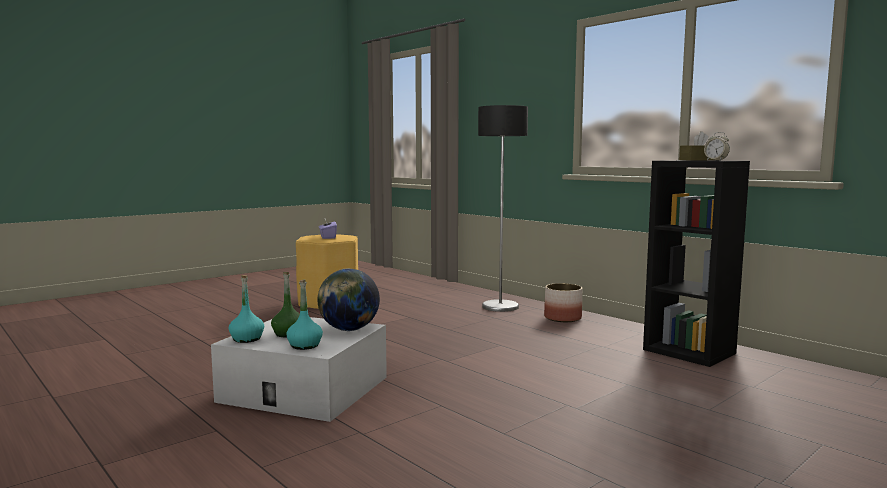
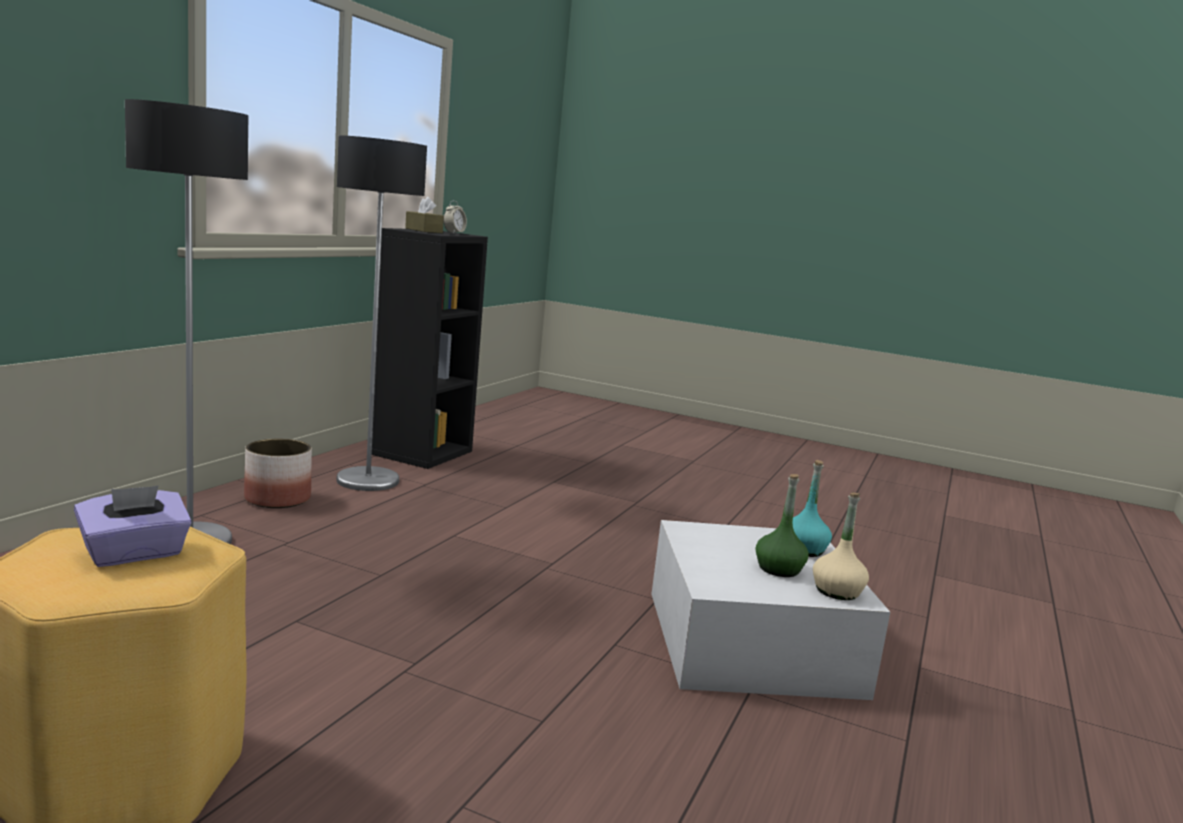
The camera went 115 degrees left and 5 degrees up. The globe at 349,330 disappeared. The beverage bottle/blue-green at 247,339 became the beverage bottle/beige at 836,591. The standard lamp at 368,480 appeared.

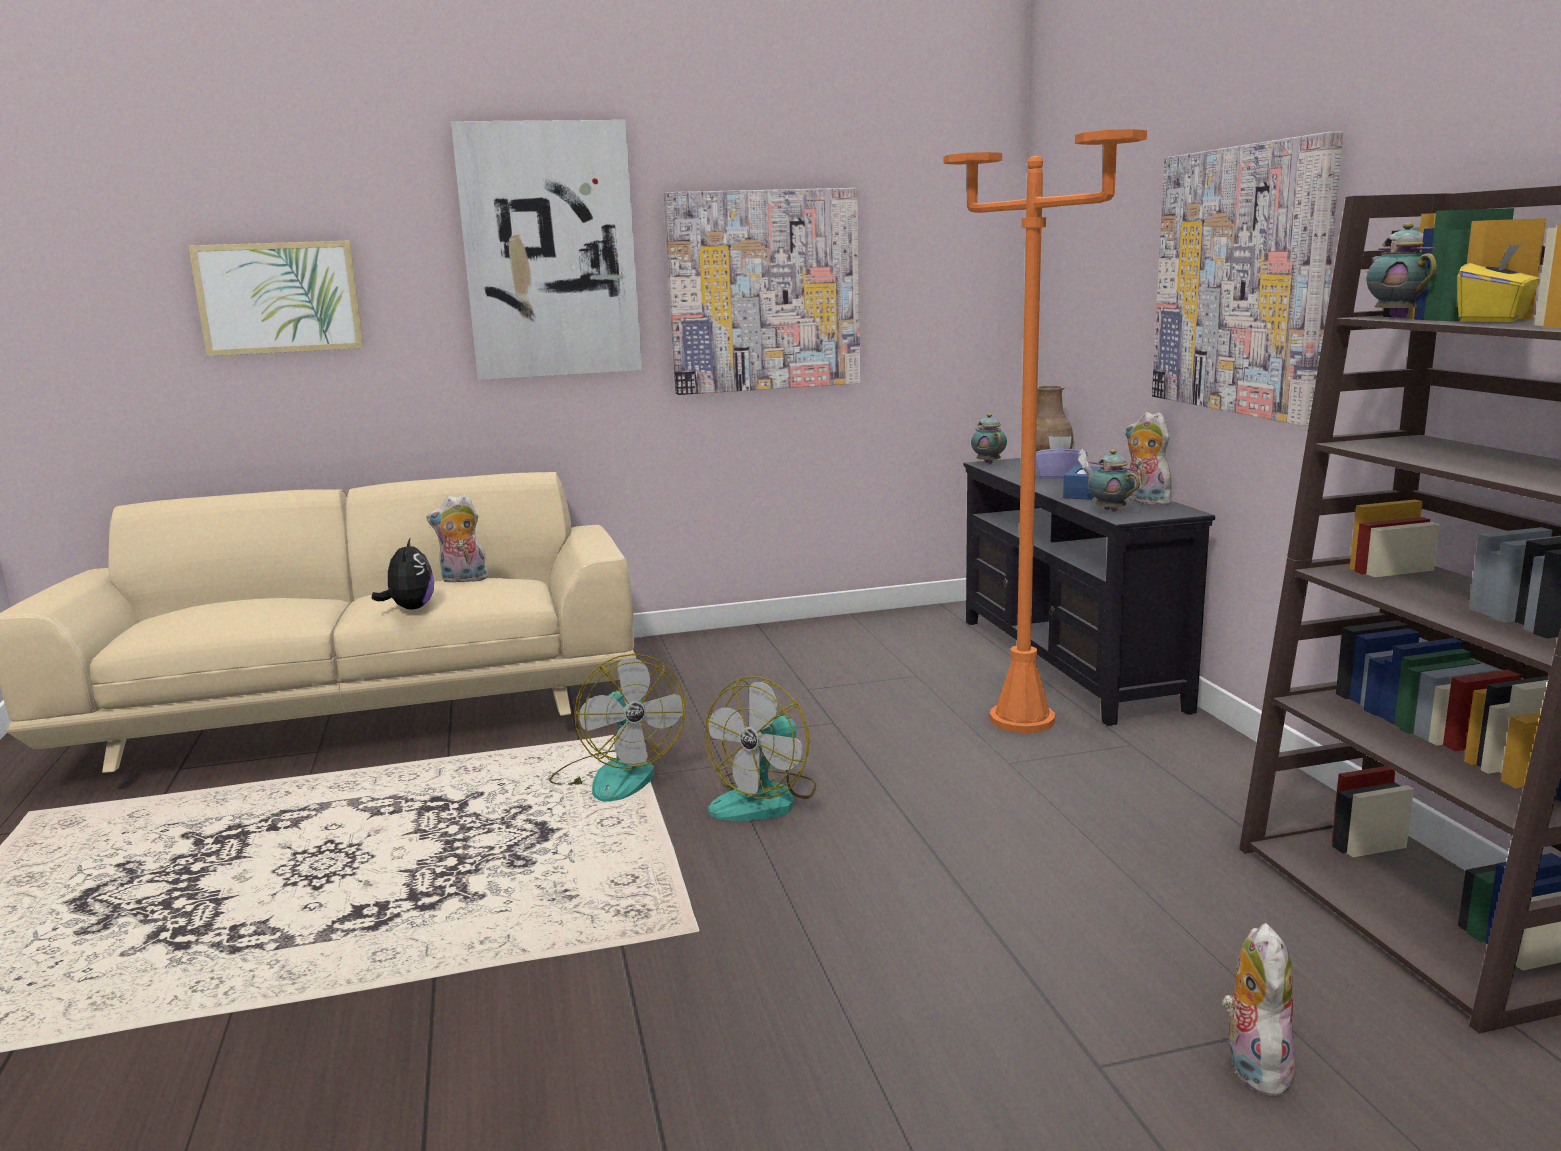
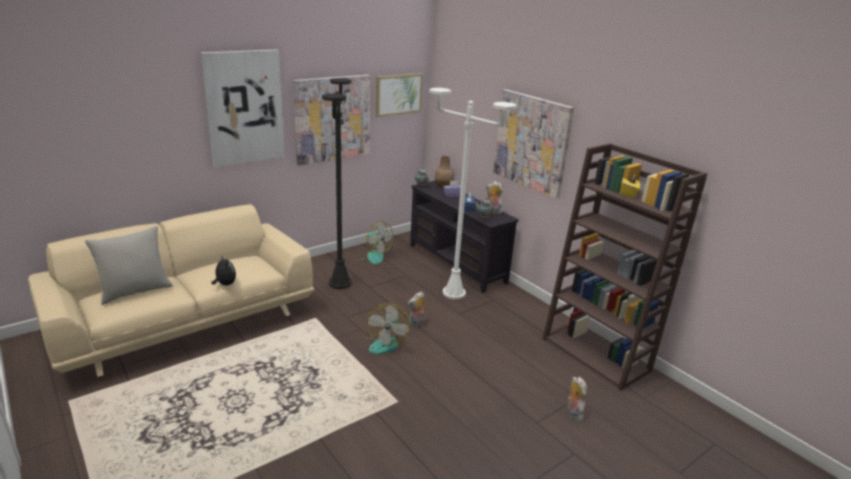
The camera went 25 degrees left and 10 degrees up. The standard lamp/orangey at 1021,719 became the standard lamp/white-coloured at 453,293. The teapot at 1396,317 disappeared. The wall art moved from 279,297 to 398,94. The plush toy moved from 463,580 to 416,323. The fan moved from 616,775 to 371,256. The standard lamp/black at 340,283 appeared. The cushion/gray at 135,291 appeared.

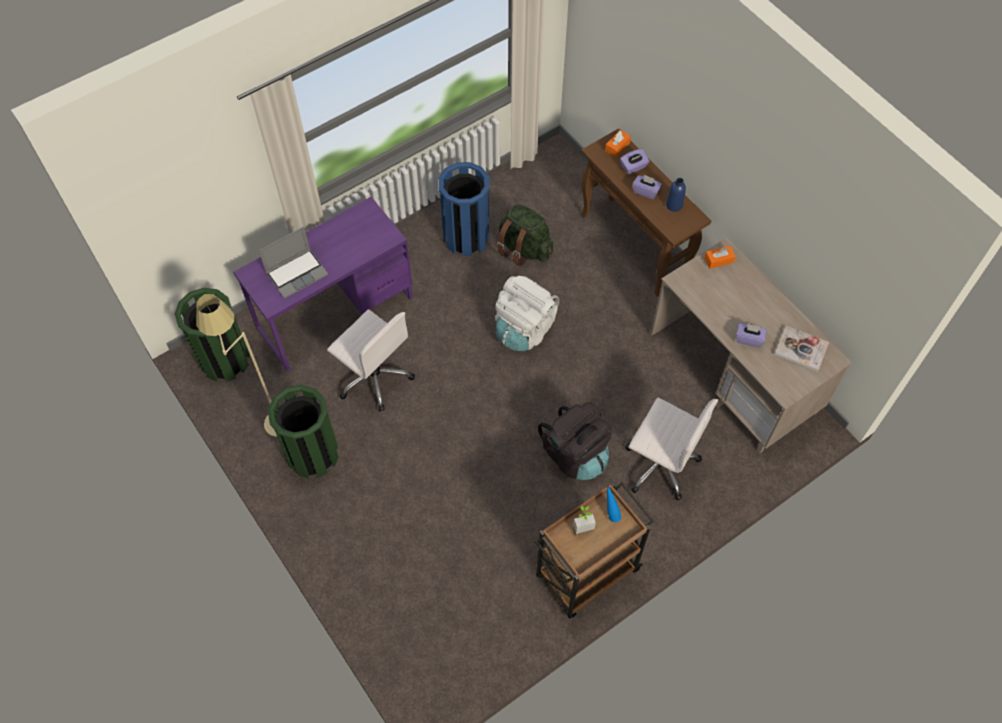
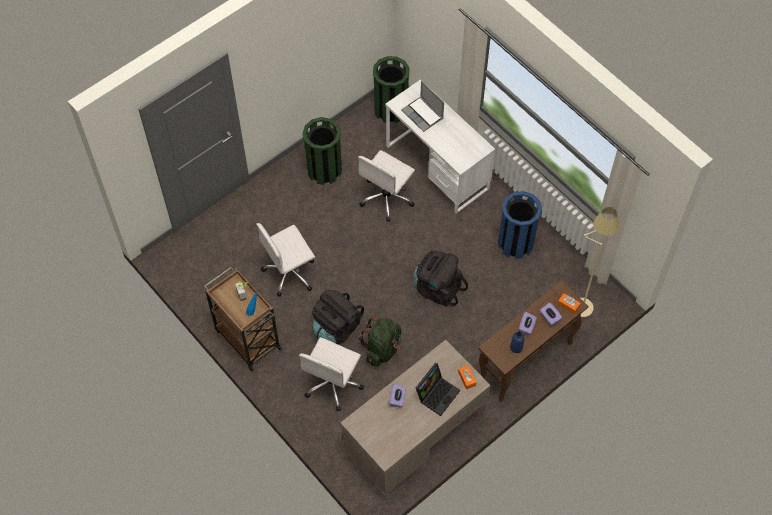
The camera went 85 degrees right and 0 degrees up. The desk unit/purplish at 335,312 became the desk unit/white-coloured at 437,167. The rucksack/green-coloured moved from 524,249 to 382,348. The rucksack/white-coloured at 524,329 became the rucksack/black at 437,288. The standard lamp/beige moved from 266,419 to 584,298. The volume at 801,349 disappeared. The office chair/white-coloured at 290,273 appeared. The portable computer at 437,393 appeared.

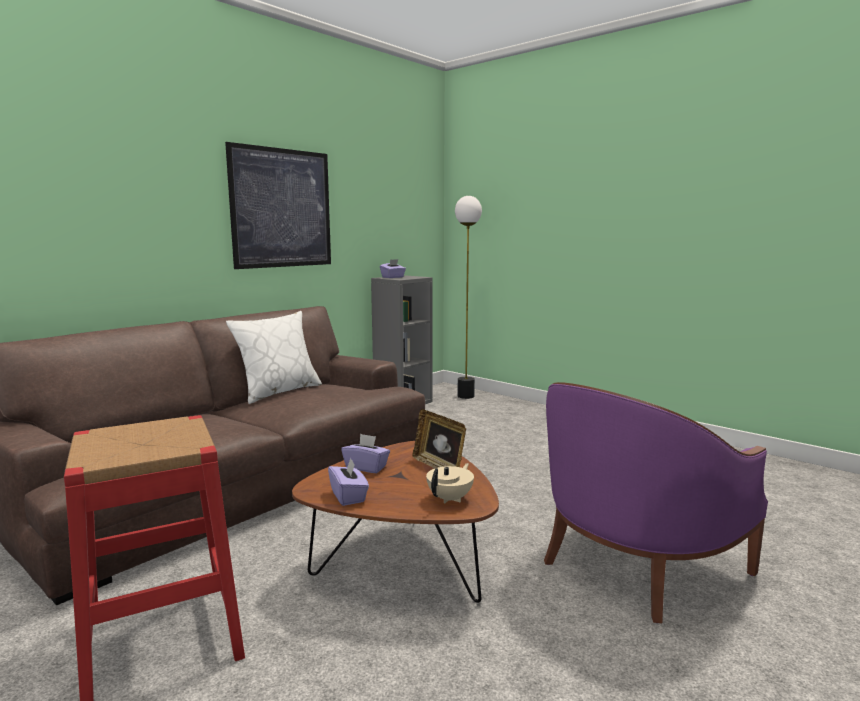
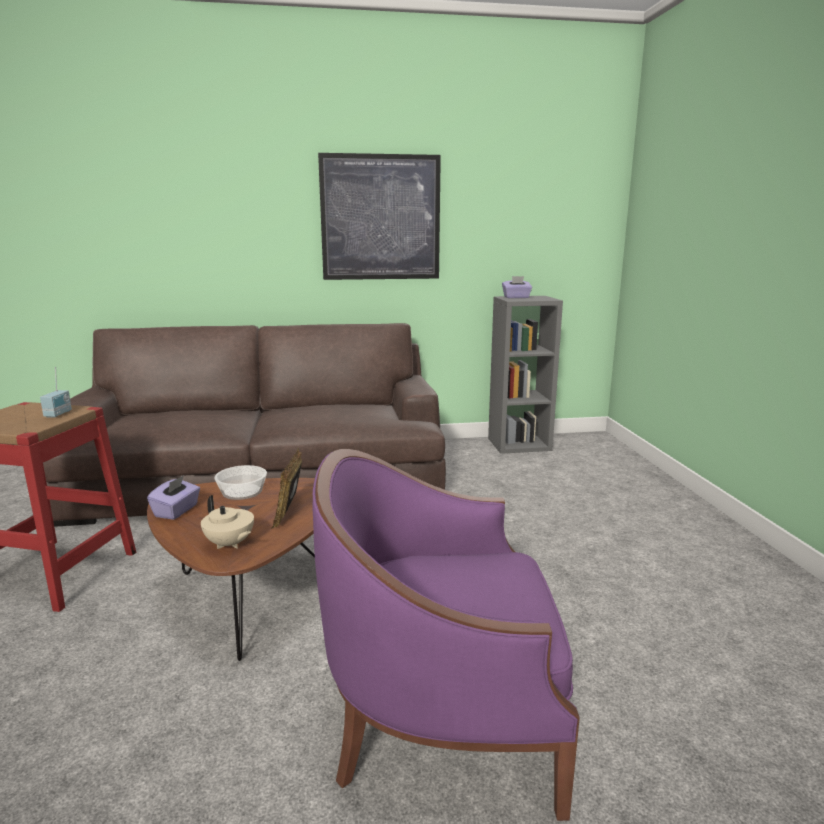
The camera went 40 degrees right and 5 degrees up. The standard lamp at 466,396 disappeared. The cushion/white-coloured at 278,391 disappeared. The box of tissues/purplish at 366,467 was replaced by the serving bowl at 242,491. The teapot/beige at 450,498 turned 60 degrees clockwise. The radio at 59,414 appeared.

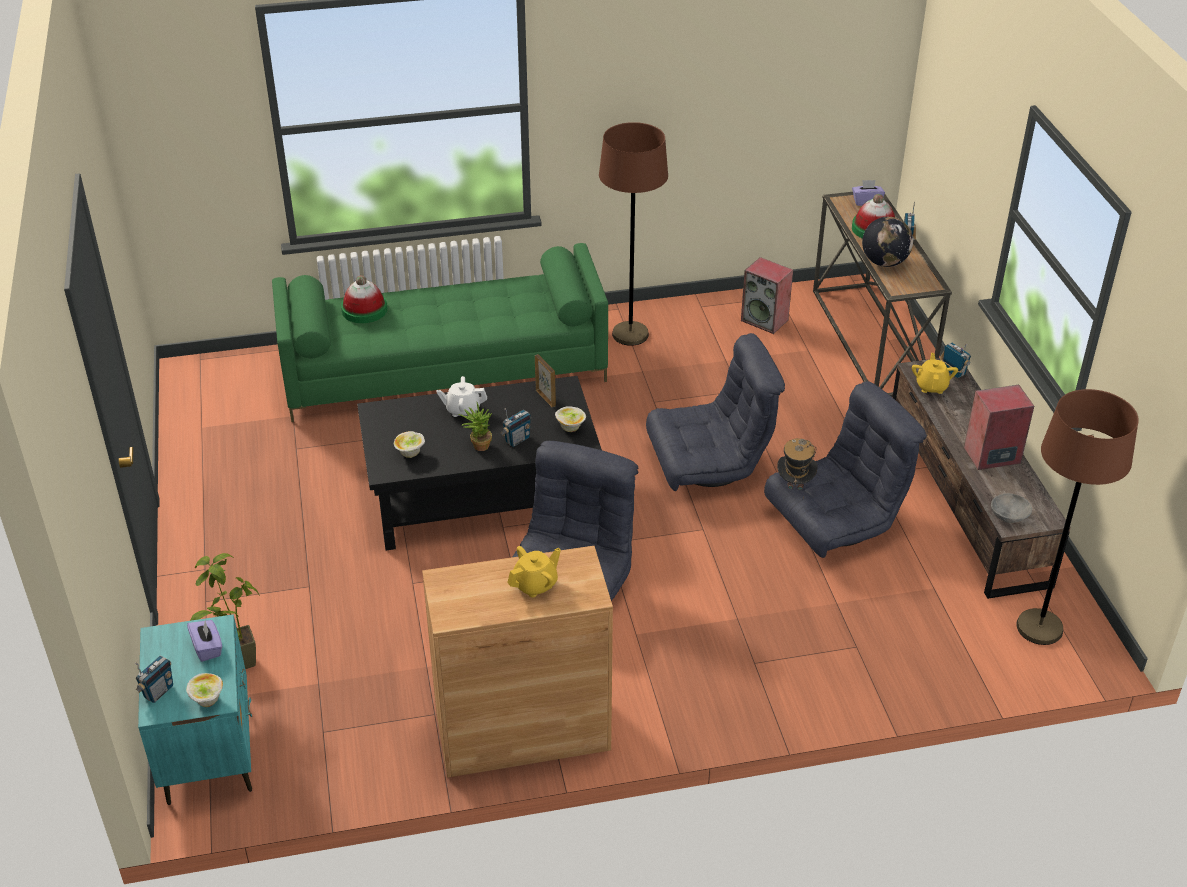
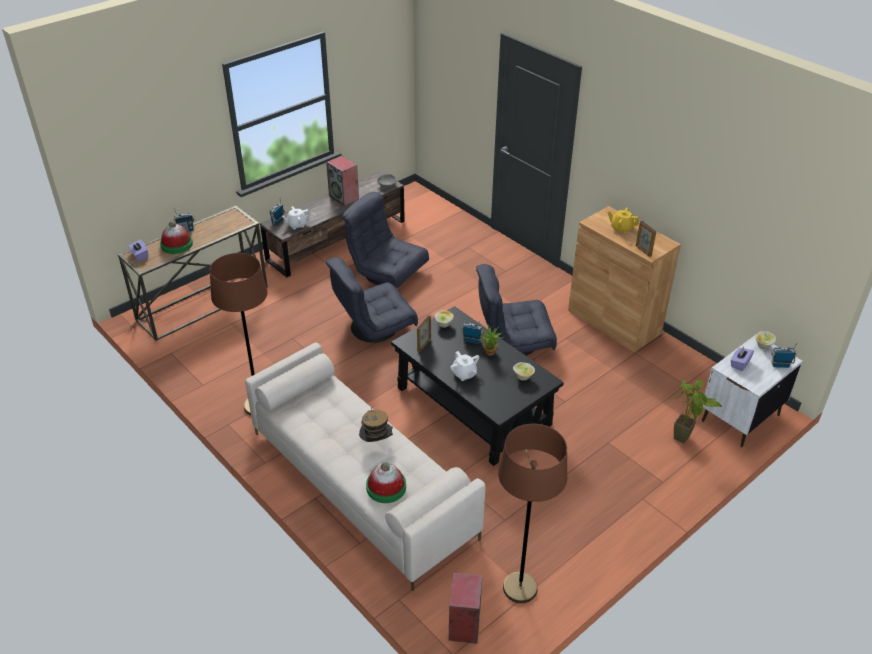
The camera went 120 degrees left and 0 degrees up. The globe at 884,262 disappeared. The couch/green-coloured at 445,369 became the couch/beige at 360,484. The speaker moved from 765,320 to 463,624. The lounge chair/gray at 709,465 turned 75 degrees counterclockwise. The teapot/yellowish at 931,386 became the teapot/white-coloured at 297,225. The standard lamp/brown moved from 1039,628 to 520,588. The hat moved from 795,485 to 376,443. The nightstand/blue-green at 209,752 became the nightstand/white-coloured at 739,418. The standing frame at 643,251 appeared.

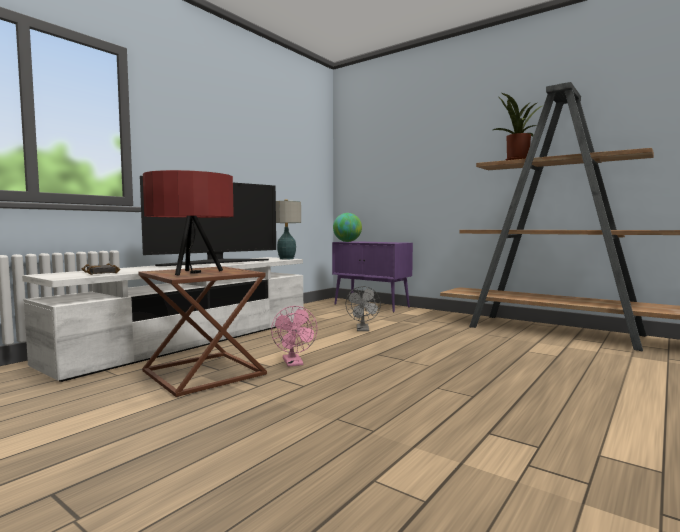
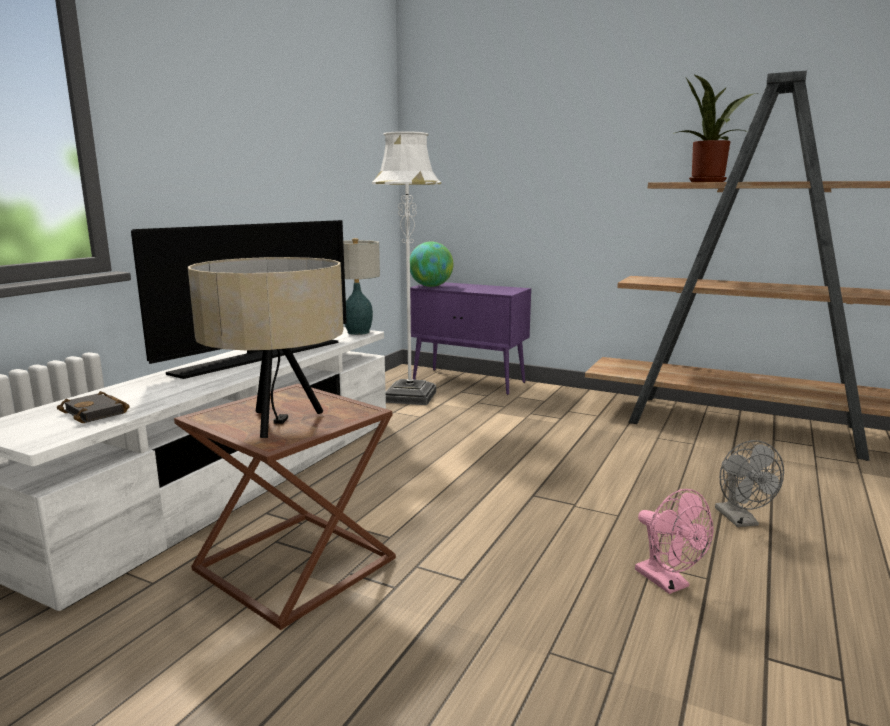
The camera went 10 degrees left and 10 degrees up. The tabletop lamp/reddish at 192,273 became the tabletop lamp/beige at 277,424. The fan/gray moved from 363,330 to 740,520. The fan/pink moved from 294,363 to 668,583. The standard lamp/white-coloured at 410,396 appeared.

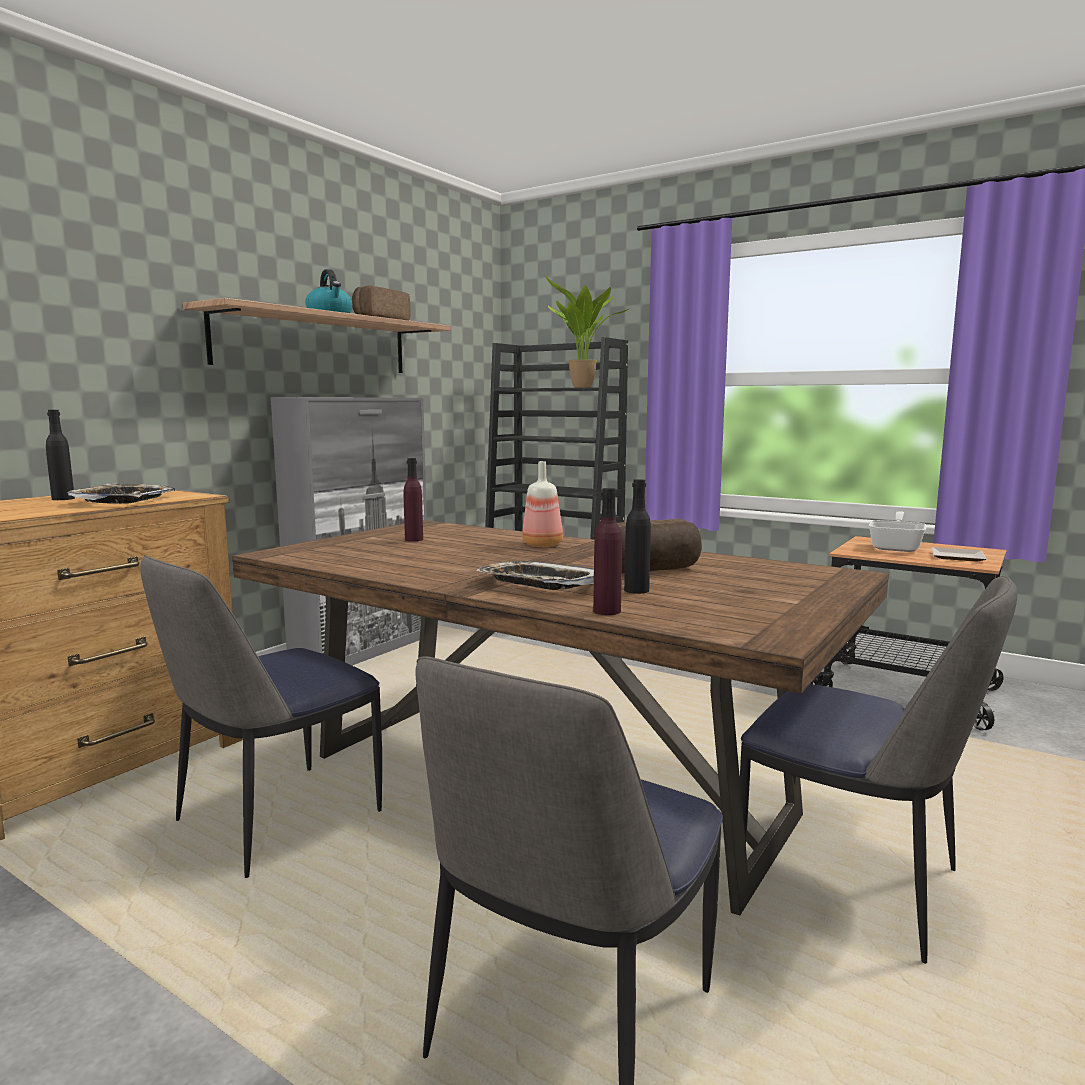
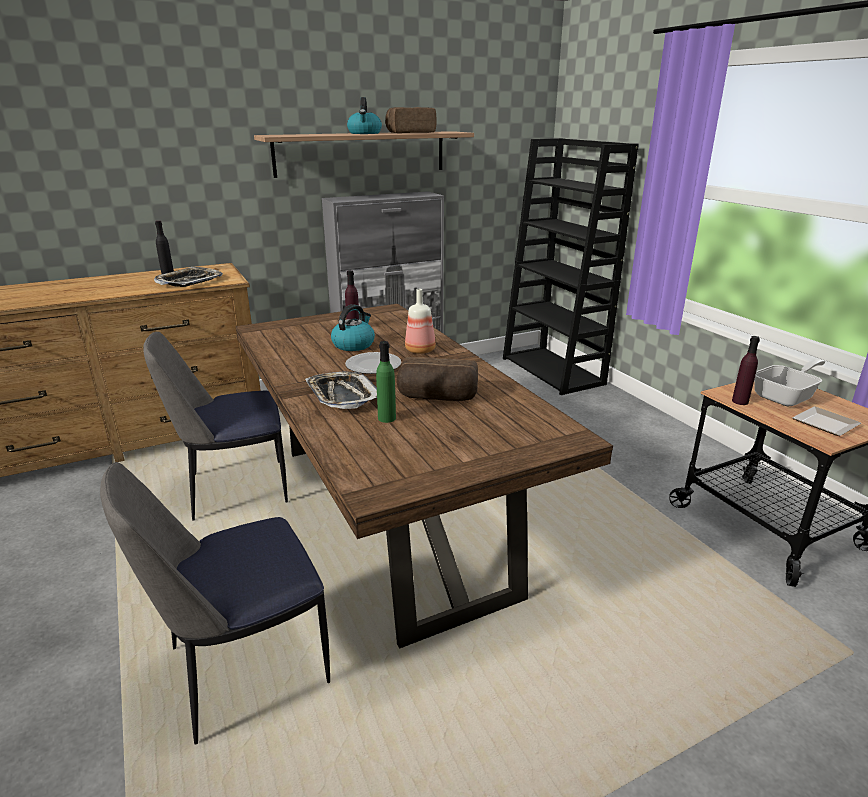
The camera went 30 degrees right and 15 degrees up. The potted plant at 582,387 disappeared. The beverage bottle/black at 636,590 became the beverage bottle/green-coloured at 387,418. The beverage bottle/purplish moved from 607,611 to 740,401. The plain chair at 856,885 disappeared. The tea kettle at 353,344 appeared. The flat dish at 373,365 appeared.

